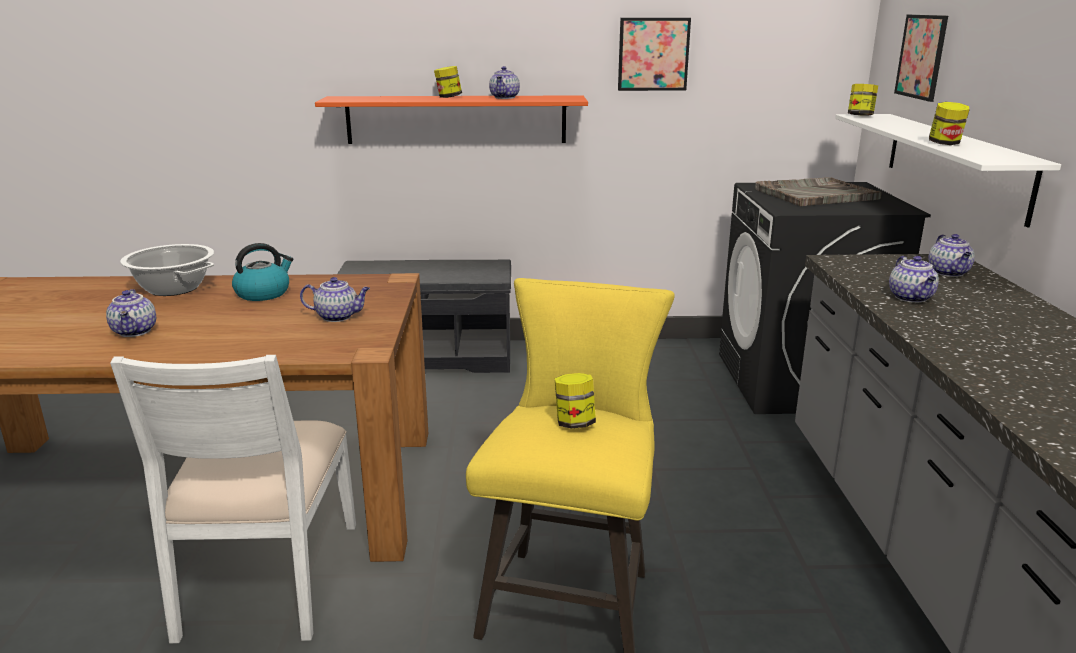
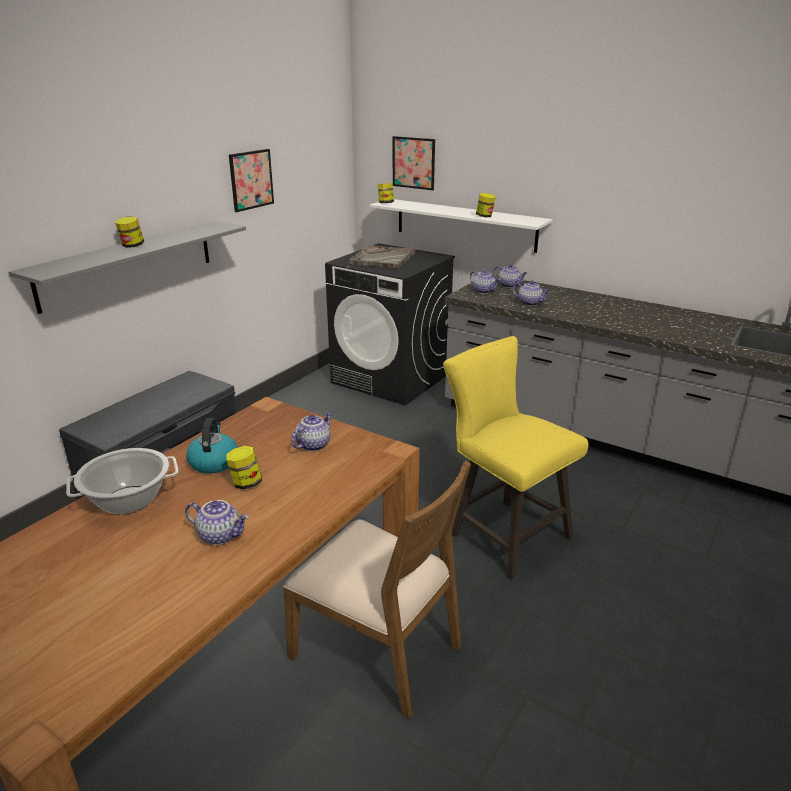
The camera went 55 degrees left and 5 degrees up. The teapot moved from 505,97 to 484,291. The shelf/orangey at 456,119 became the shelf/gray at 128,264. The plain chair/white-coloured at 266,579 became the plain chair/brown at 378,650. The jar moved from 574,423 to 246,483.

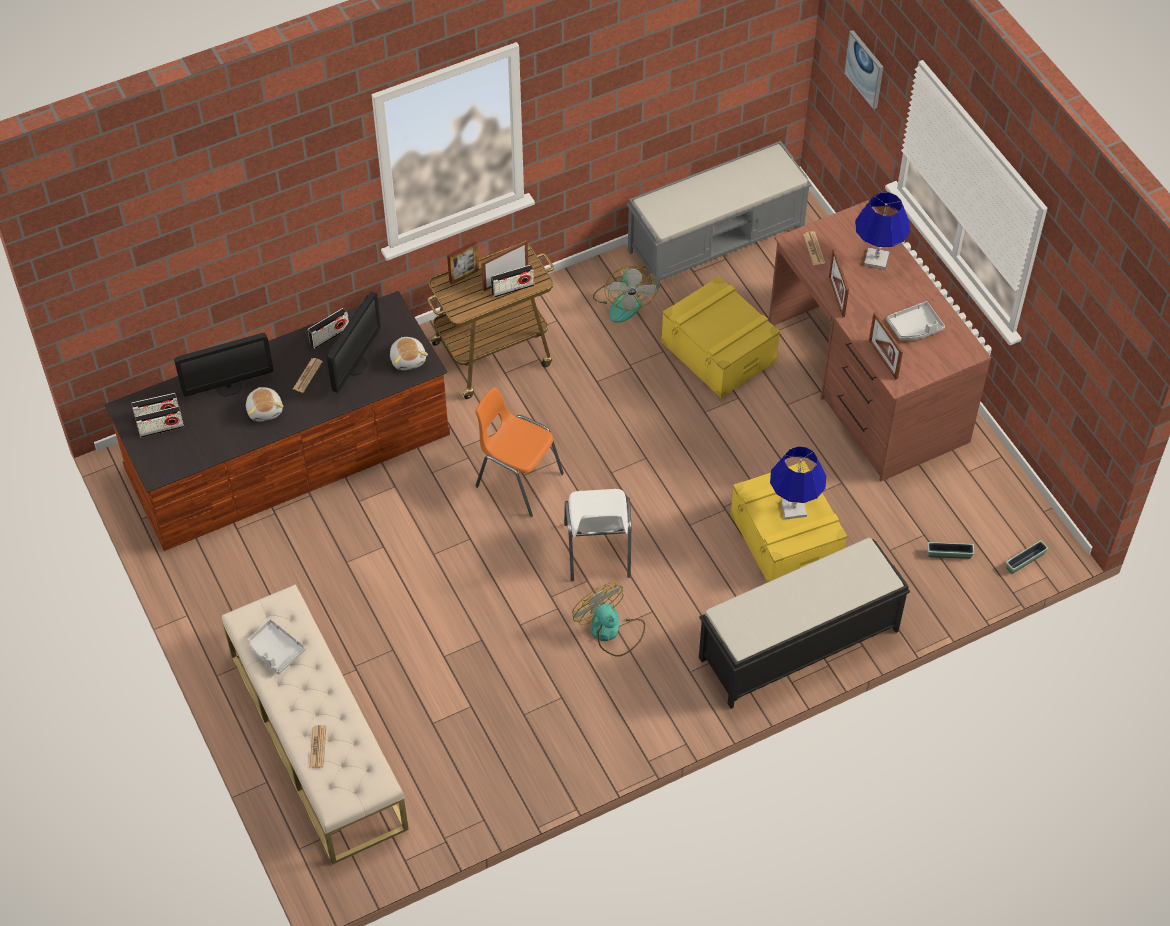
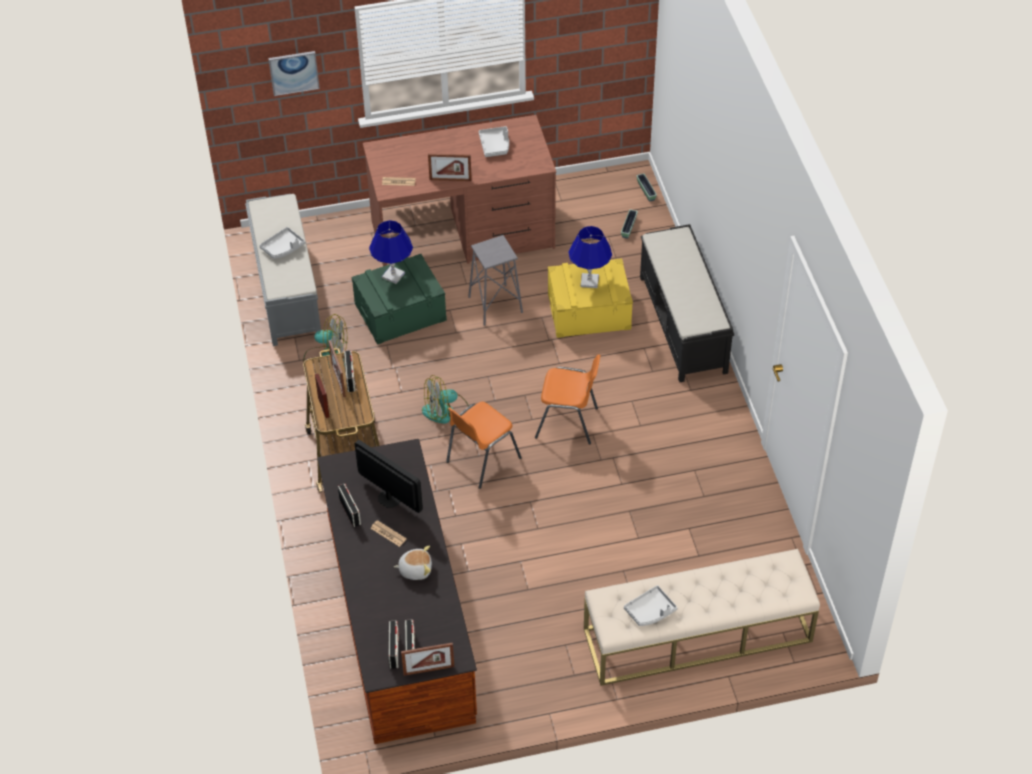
The camera went 75 degrees left and 5 degrees down. The tabletop lamp/blue moved from 876,259 to 393,275. The storage bin/yellowish at 718,351 became the storage bin/green-coloured at 400,312. The standing frame moved from 883,359 to 428,670. The monitor at 228,386 disappeared. The plush toy at 408,359 disappeared. The plain chair/white-coloured at 597,552 became the plain chair/orangey at 568,423. The fan moved from 610,631 to 446,411. The daily paper at 318,747 disappeared. The tray/gray at 283,248 appeared. The stool seat/gray at 495,305 appeared.

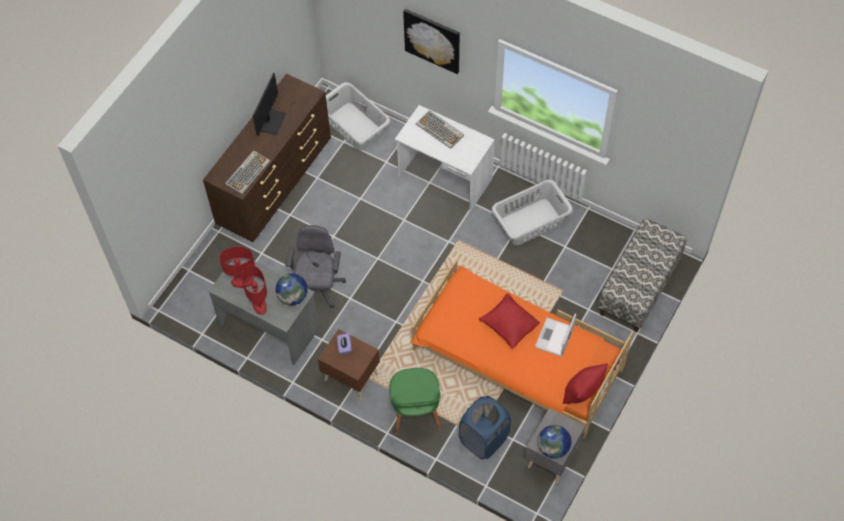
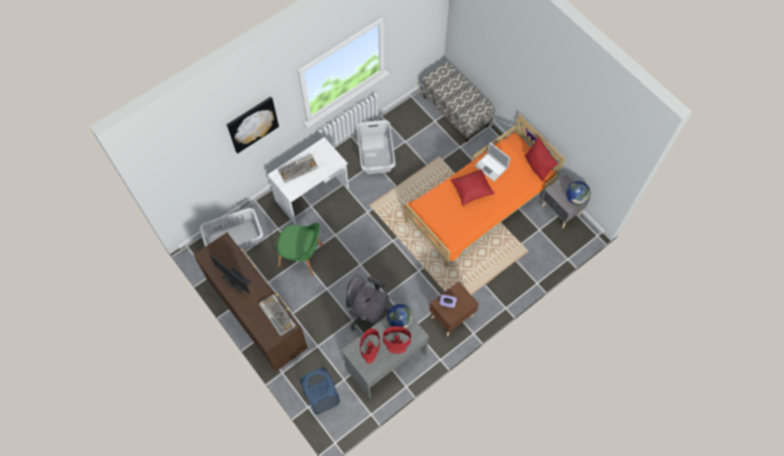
The camera went 70 degrees left and 5 degrees up. The plain chair/green-coloured moved from 415,412 to 302,256. The washing basket/blue moved from 483,439 to 321,397.

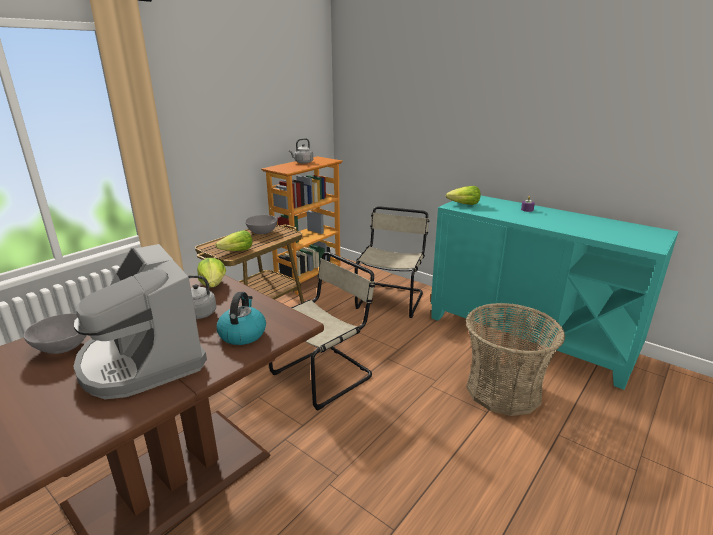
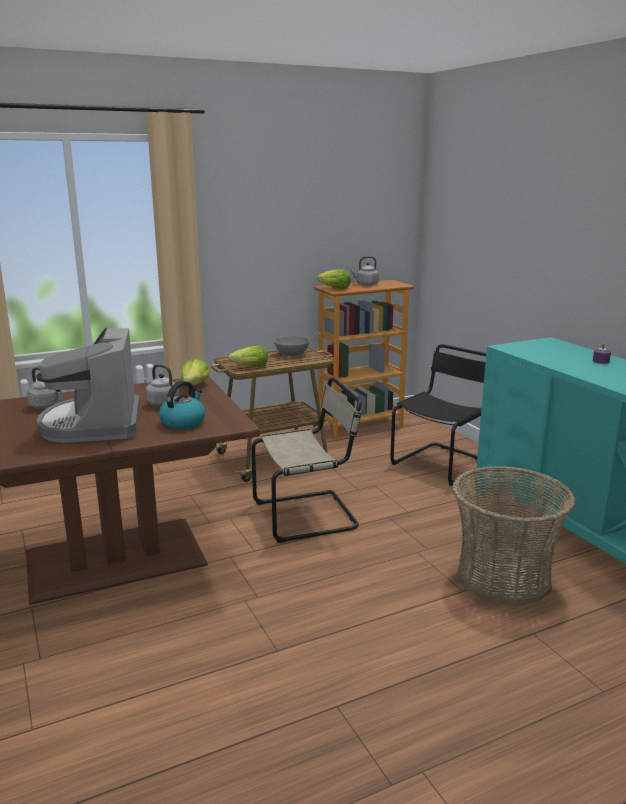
The camera went 25 degrees right and 5 degrees down. The lettuce head moved from 464,204 to 334,288. The plain chair/beige at 391,299 became the plain chair/black at 442,463. The serving bowl/gray at 63,347 was replaced by the tea kettle/gray at 47,406.

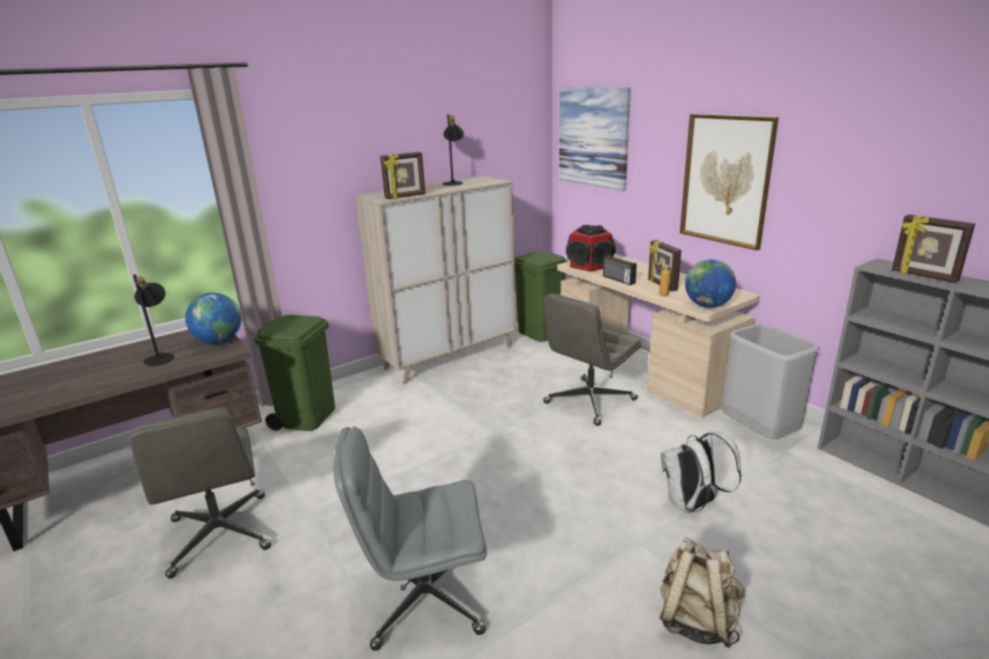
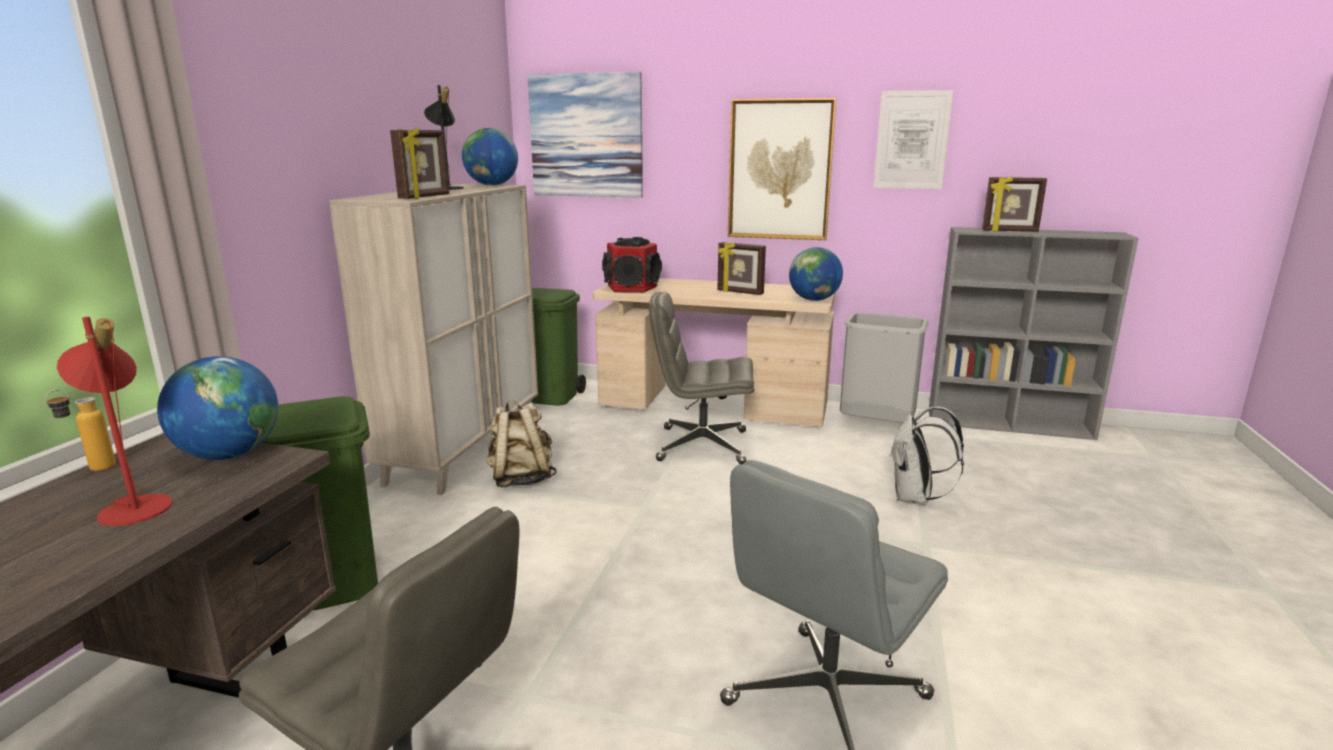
The camera went 40 degrees left and 5 degrees down. The radio at 618,280 disappeared. The beverage bottle moved from 660,295 to 92,470. The tabletop lamp/black at 162,357 became the tabletop lamp/reddish at 134,505. The office chair/gray at 589,402 turned 90 degrees clockwise. The rucksack/beige moved from 696,620 to 521,479. The wall art at 911,140 appeared. The globe at 492,185 appeared.

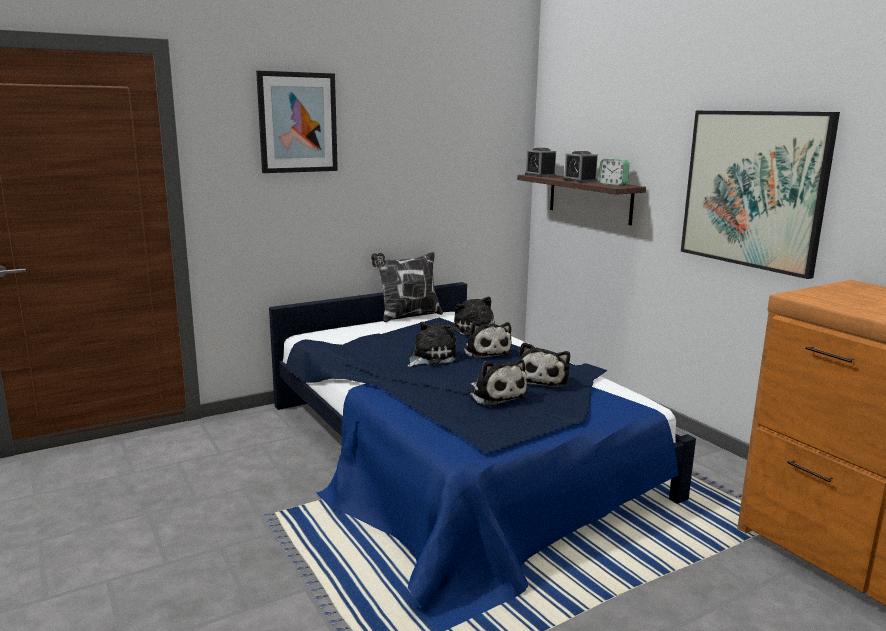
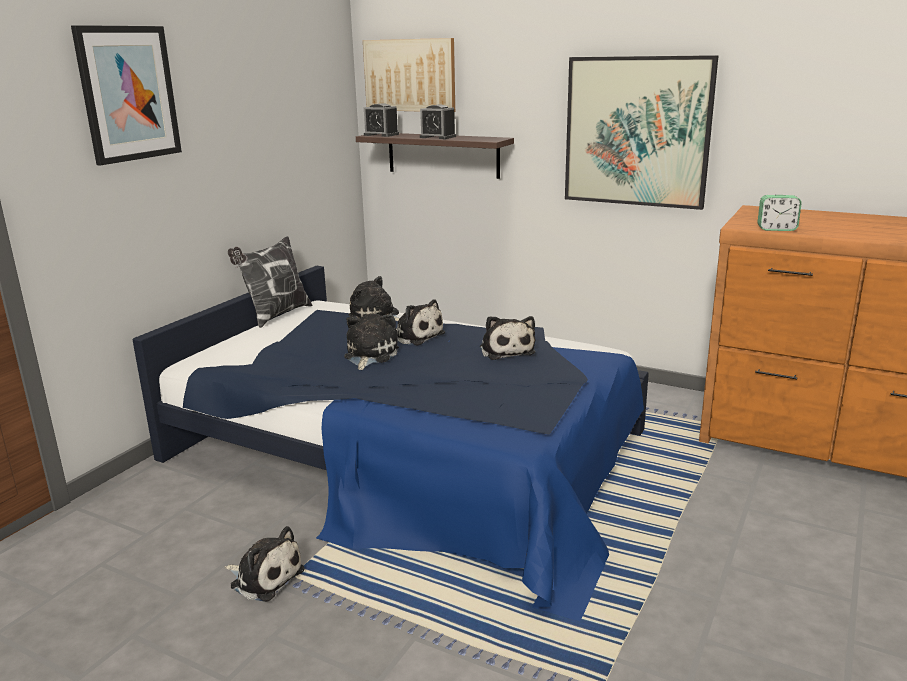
The camera went 30 degrees left and 5 degrees up. The alarm clock moved from 613,184 to 776,229. The plush toy moved from 496,395 to 264,577. The wall art at 410,75 appeared.

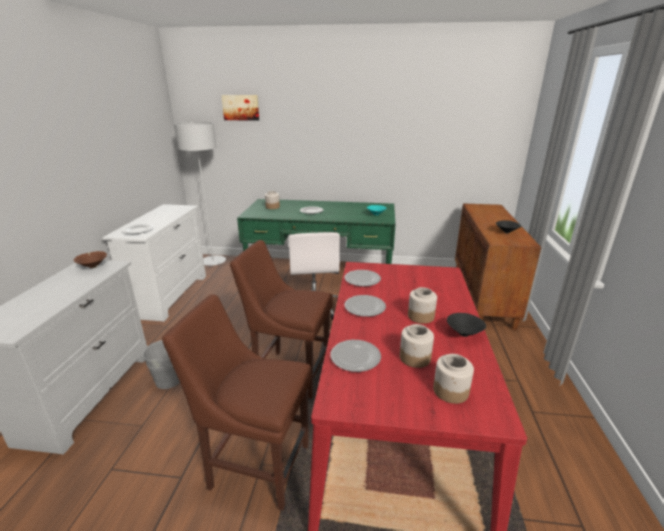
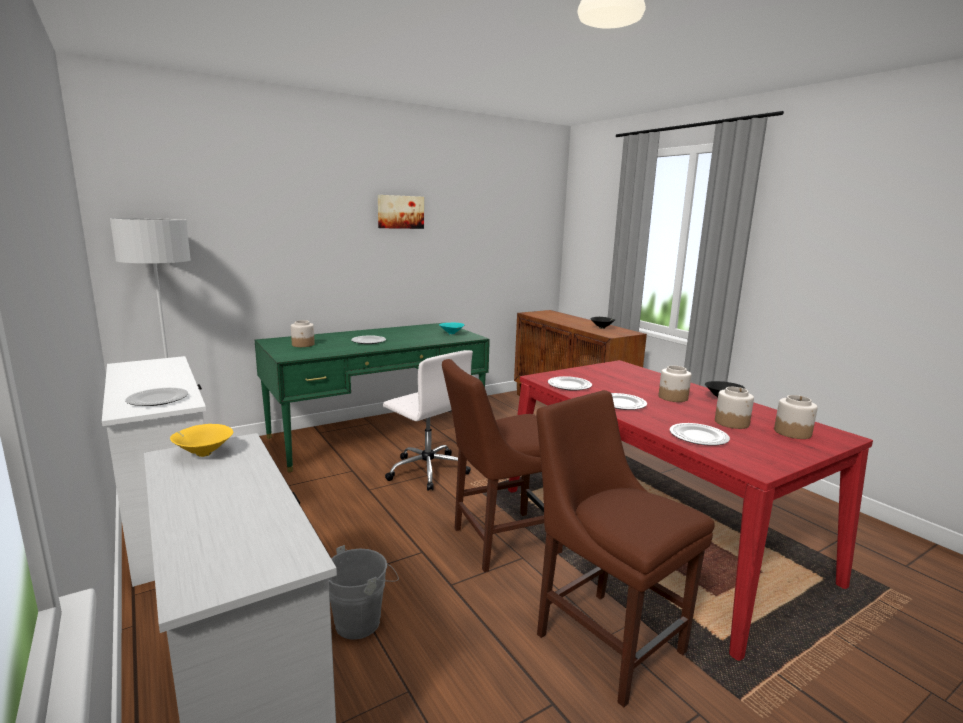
The camera went 40 degrees left and 10 degrees down. The wall art moved from 241,107 to 400,212. The serving bowl/brown at 93,266 became the serving bowl/yellowish at 203,454. The plain chair/brown at 256,464 turned 75 degrees clockwise.

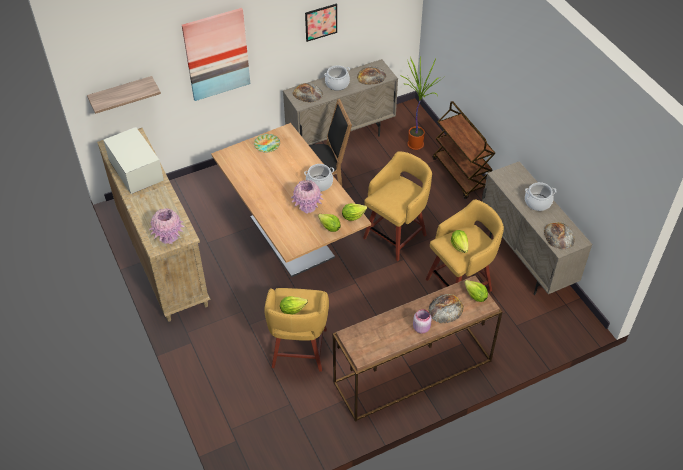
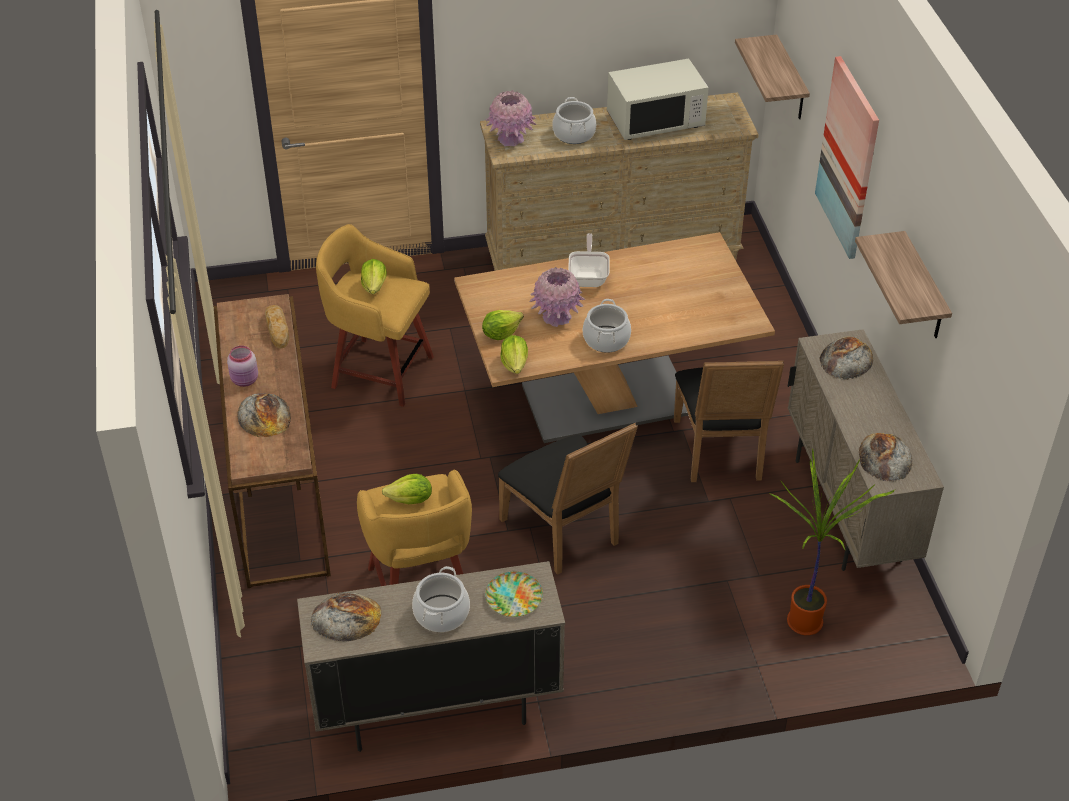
The camera went 105 degrees right and 5 degrees down. The wall art at 321,22 was replaced by the shelf at 924,289. The saucepot moved from 337,84 to 574,134. The wheeled cart/brown at 461,174 disappeared. The flat dish moved from 267,145 to 513,597. The stool seat/yellowish at 396,235 was replaced by the plain chair/black at 566,534. The lettuce head at 475,296 disappeared. The pan at 589,277 appeared. The baked bread at 277,329 appeared.

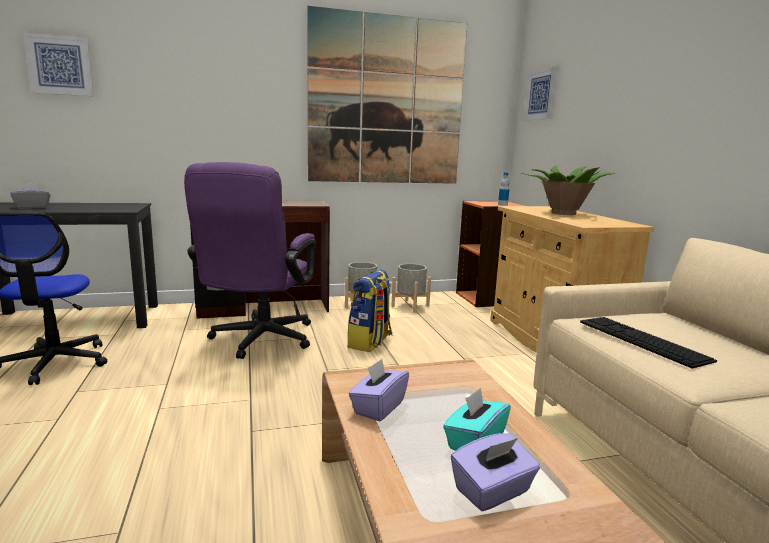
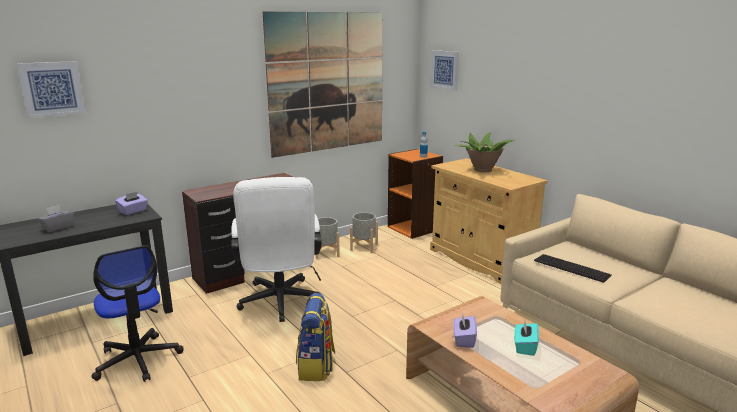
The camera went 20 degrees left and 5 degrees up. The office chair/purplish at 259,341 became the office chair/white-coloured at 280,304. The rucksack moved from 370,343 to 316,366. The box of tissues/purplish moved from 493,491 to 133,211.

